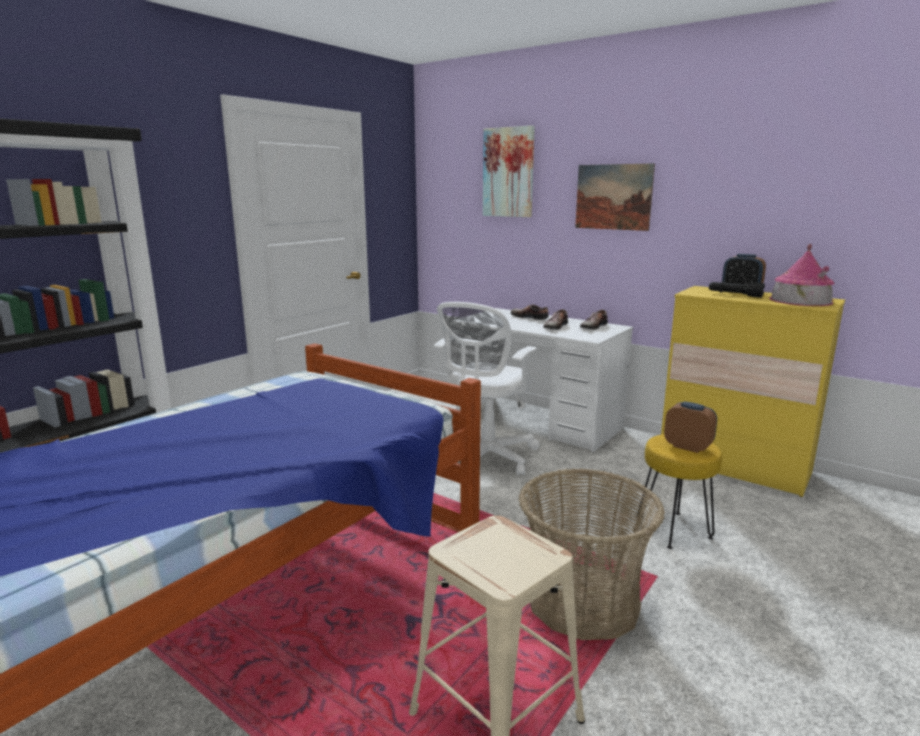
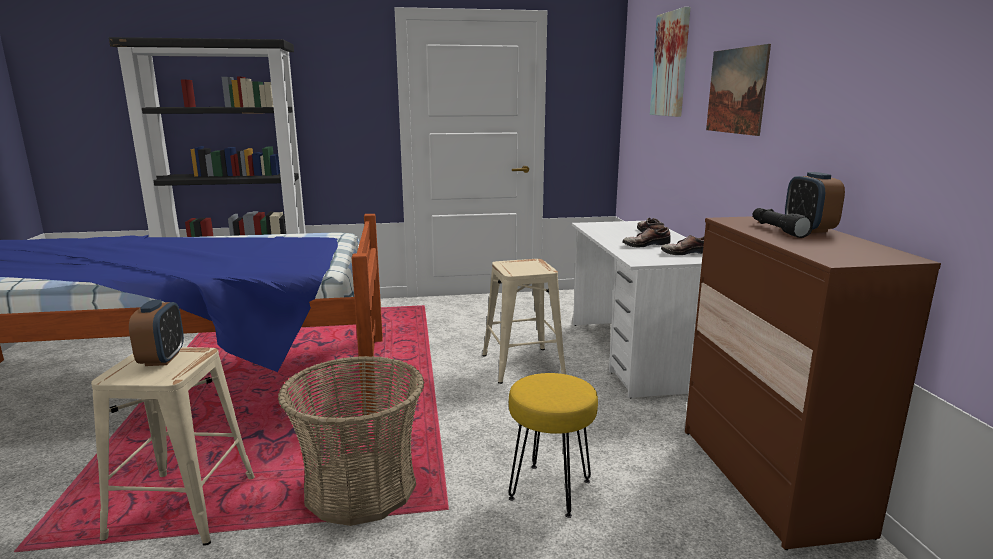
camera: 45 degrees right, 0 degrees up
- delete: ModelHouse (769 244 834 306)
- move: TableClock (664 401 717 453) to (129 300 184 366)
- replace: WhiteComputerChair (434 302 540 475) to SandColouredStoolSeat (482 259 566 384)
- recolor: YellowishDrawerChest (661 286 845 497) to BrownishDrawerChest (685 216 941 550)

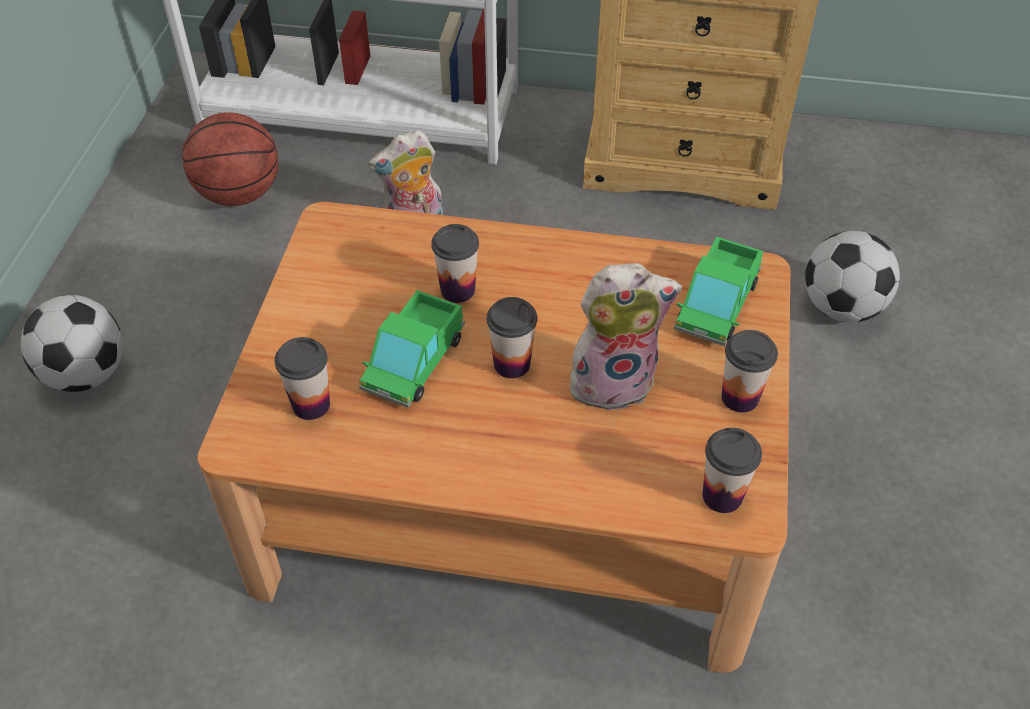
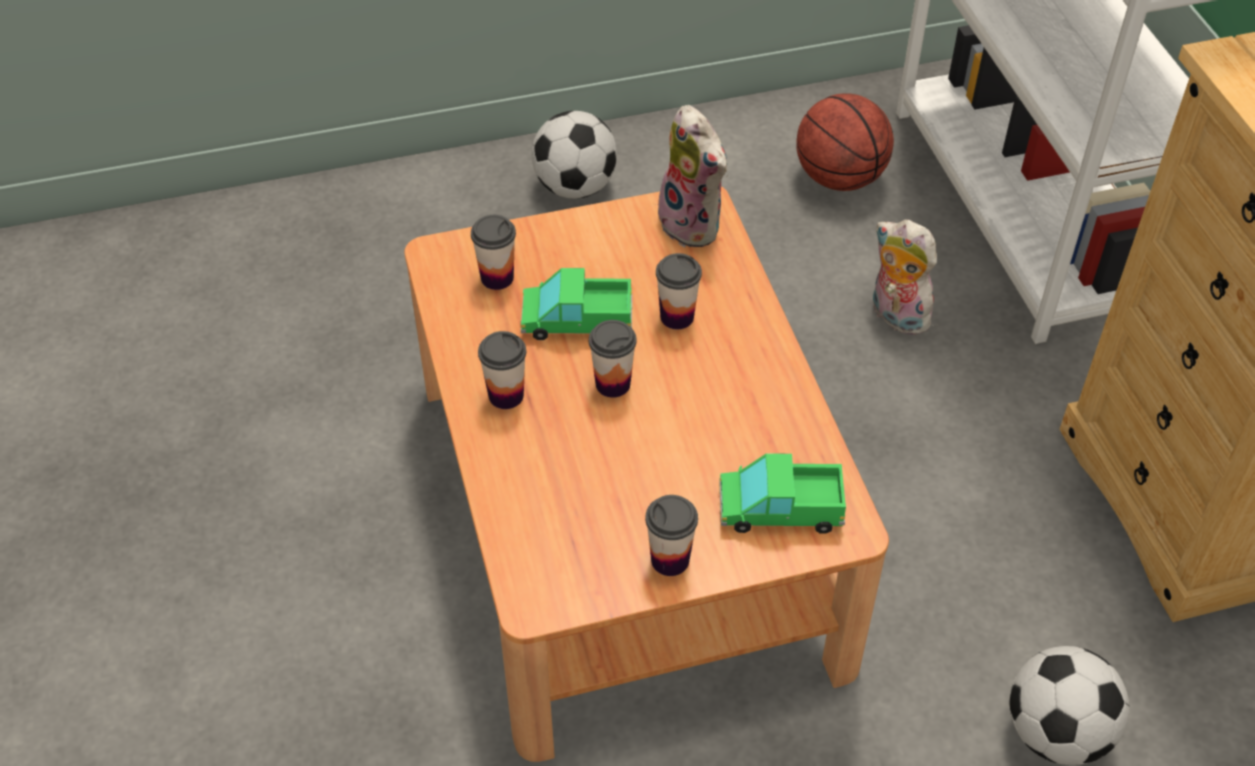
camera: 65 degrees right, 0 degrees up
- move: PlushToy (570 263 682 413) to (654 105 727 248)
- move: DrinkingCup (702 428 762 513) to (478 331 526 409)

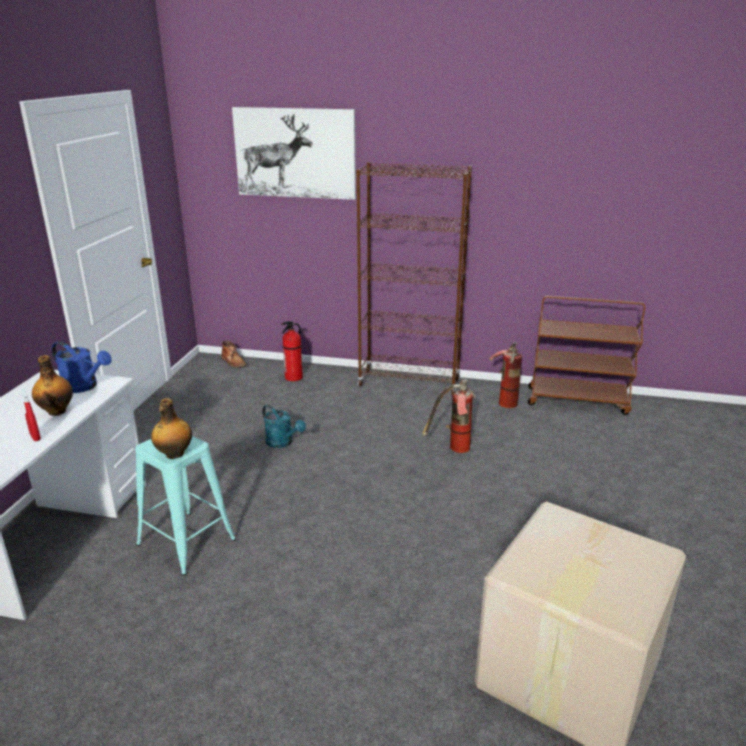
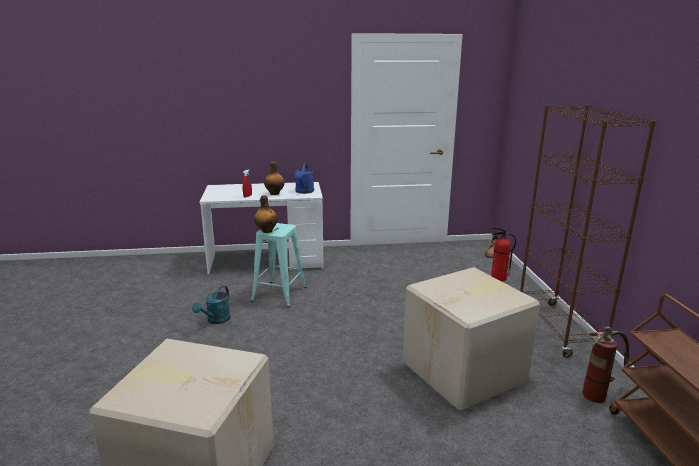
camera: 70 degrees right, 5 degrees down
- delete: Picture (232 107 356 200)
- move: BlueGreenWateringCan (262 404 306 448) to (192 286 231 324)
- replace: FireFightingCylinder (422 379 476 453) to CardboardBox (403 267 540 411)

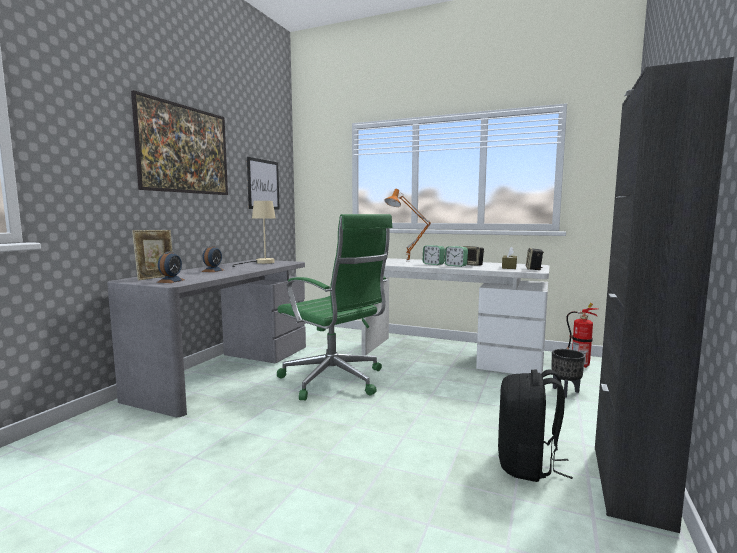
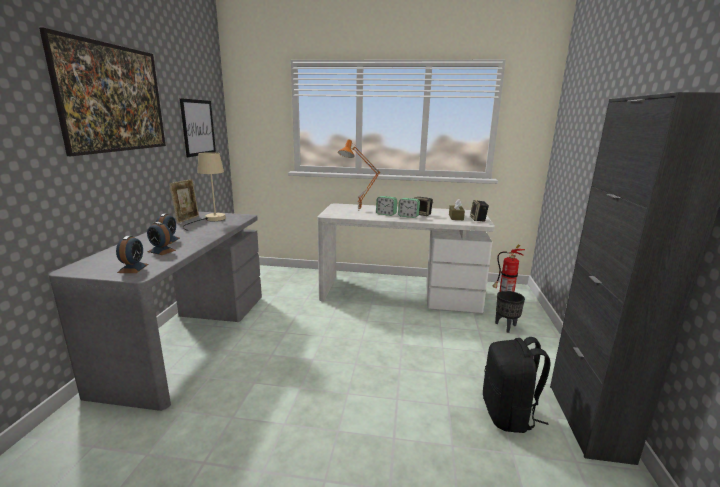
camera: 15 degrees left, 10 degrees up
- delete: GreenColouredComputerChair (277 214 393 401)
- insert: TableClock (147 222 176 255)
- move: PictureFrame (132 230 173 280) to (169 179 199 224)

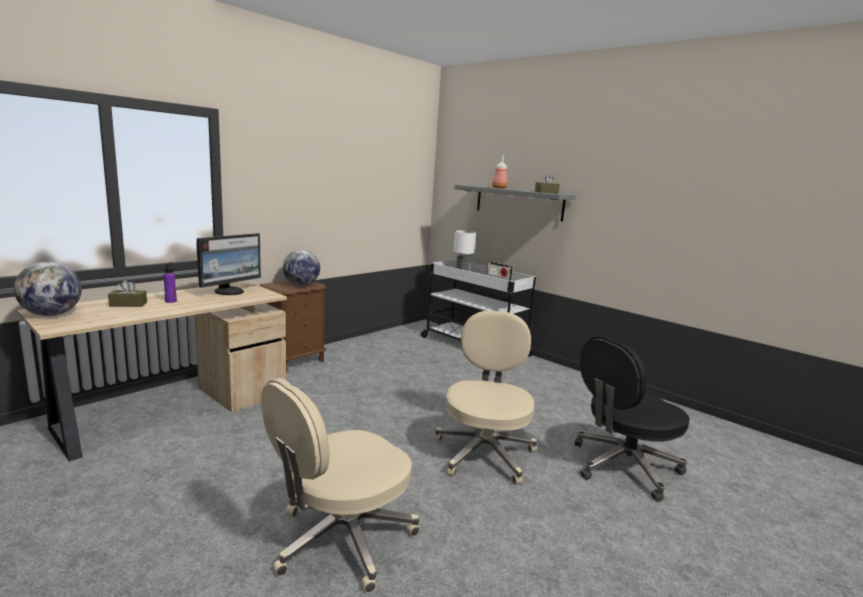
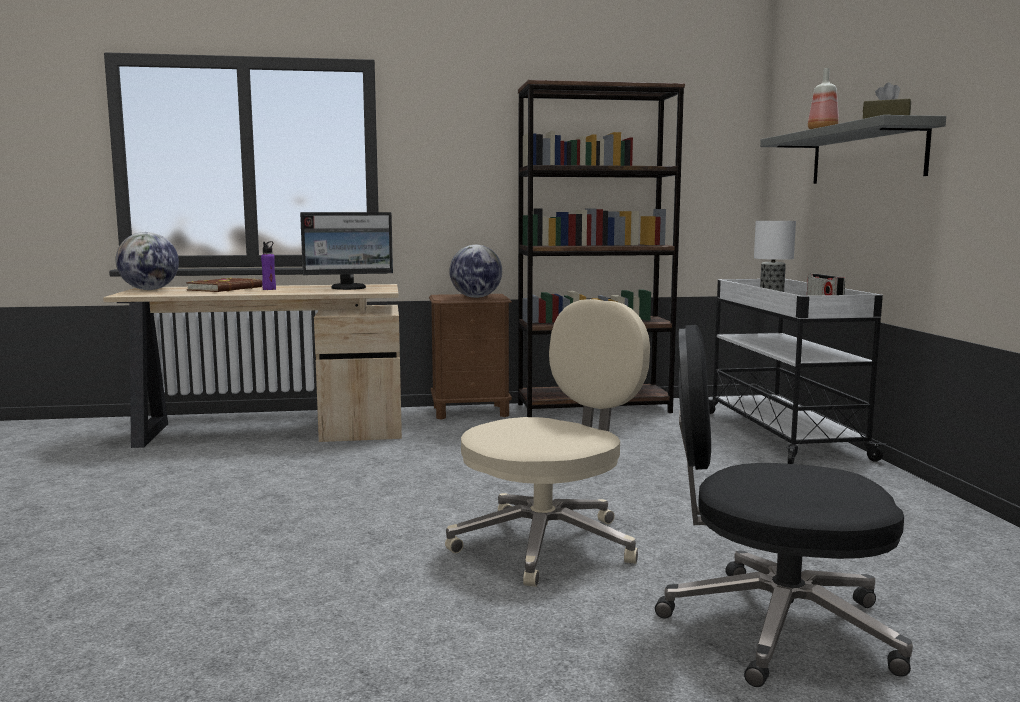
camera: 40 degrees right, 5 degrees down
- delete: SandColouredComputerChair (261 378 420 593)
- insert: BrownishBookcase (518 80 685 417)
- replace: BrownishTissueBox (108 280 147 307) to BrownishBoundBook (186 277 262 292)

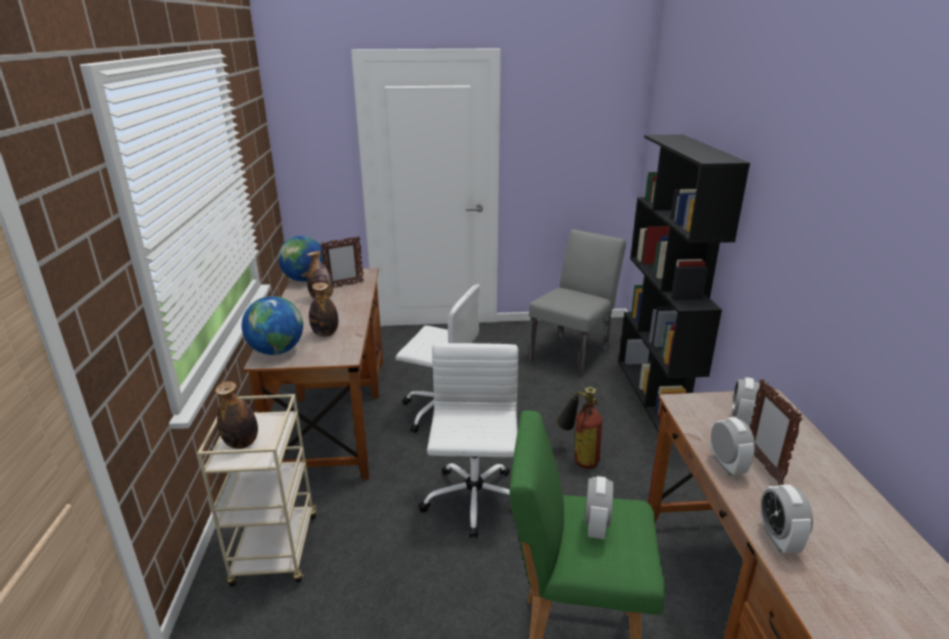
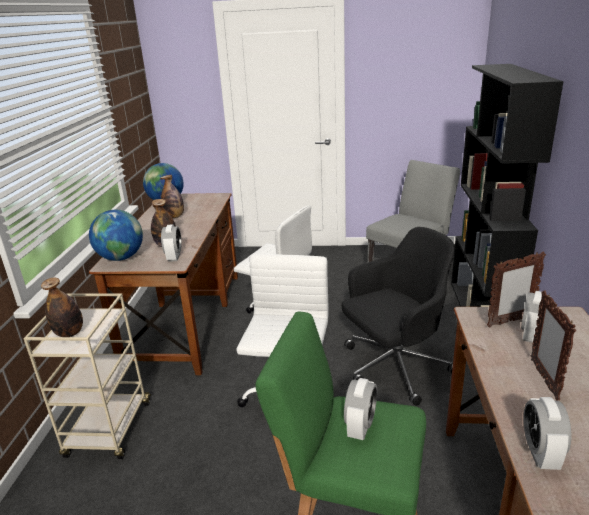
camera: 10 degrees right, 0 degrees up
- move: PictureFrame (320 236 364 287) to (487 251 546 328)
- move: TableClock (710 417 755 475) to (161 224 182 262)
- replace: FireFightingCylinder (556 387 602 469) to BlackishComputerChair (342 227 455 406)

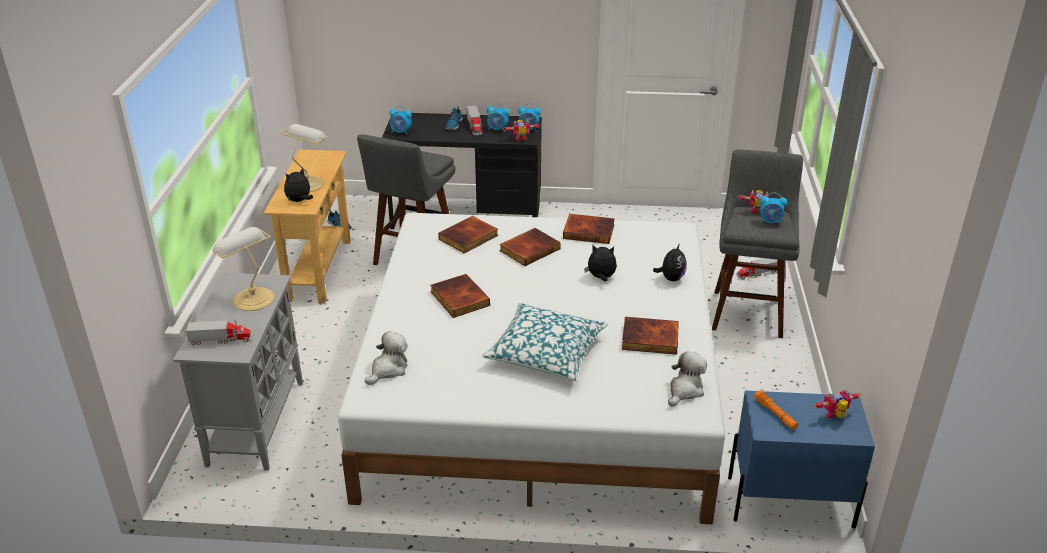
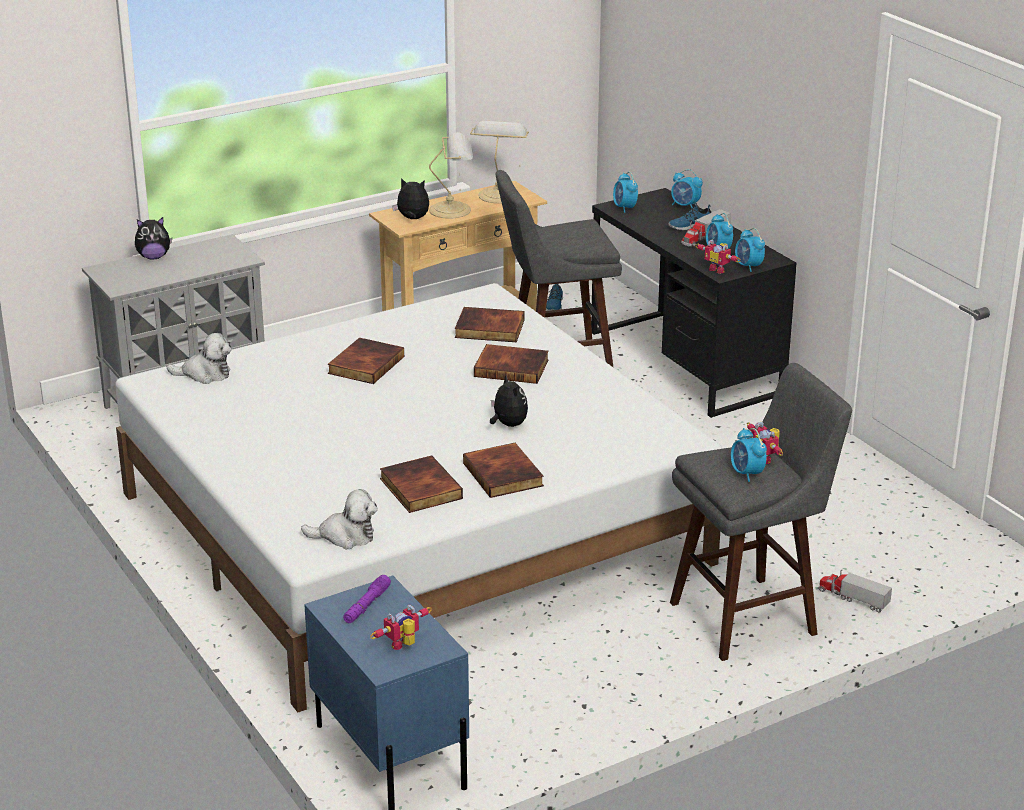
camera: 55 degrees right, 5 degrees down
- delete: ModelTruck (186 320 252 345)
- delete: Pillow (482 303 608 381)
- insert: TableClock (671 169 703 208)
- move: TabletopLamp (212 227 274 311) to (470 121 529 204)
- move: BoundBook (563 214 615 244) to (463 443 544 498)
- move: PlushToy (653 243 687 281) to (135 217 172 260)
- recolor: OrangeyHandTorch (754 390 798 430) to PurpleColouredHandTorch (343 575 391 623)
- rotate: ModelRobot (813 389 861 419) = (370 605 432 650) 75 degrees counterclockwise

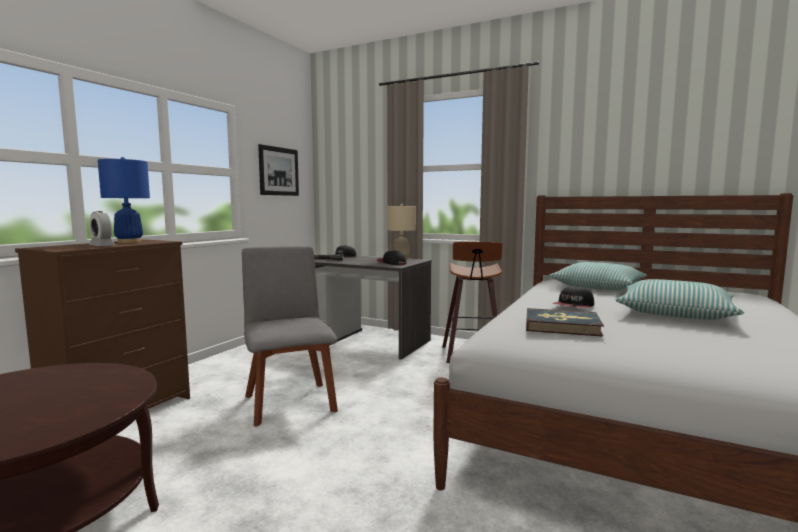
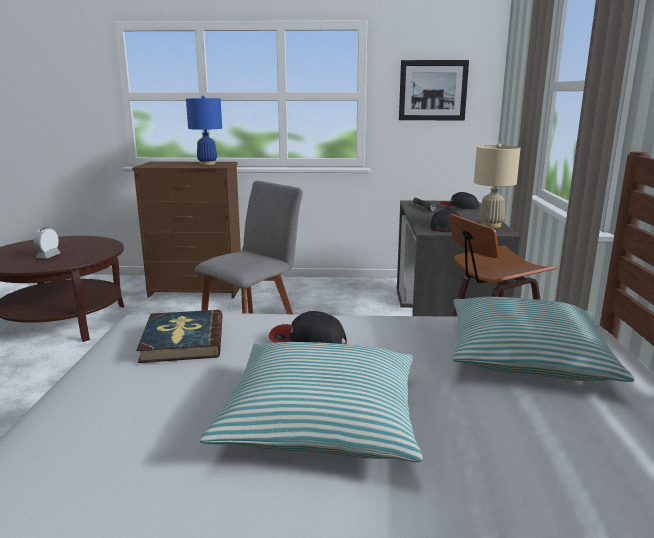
camera: 65 degrees right, 10 degrees up
- move: TableClock (89 211 115 246) to (34 228 60 259)

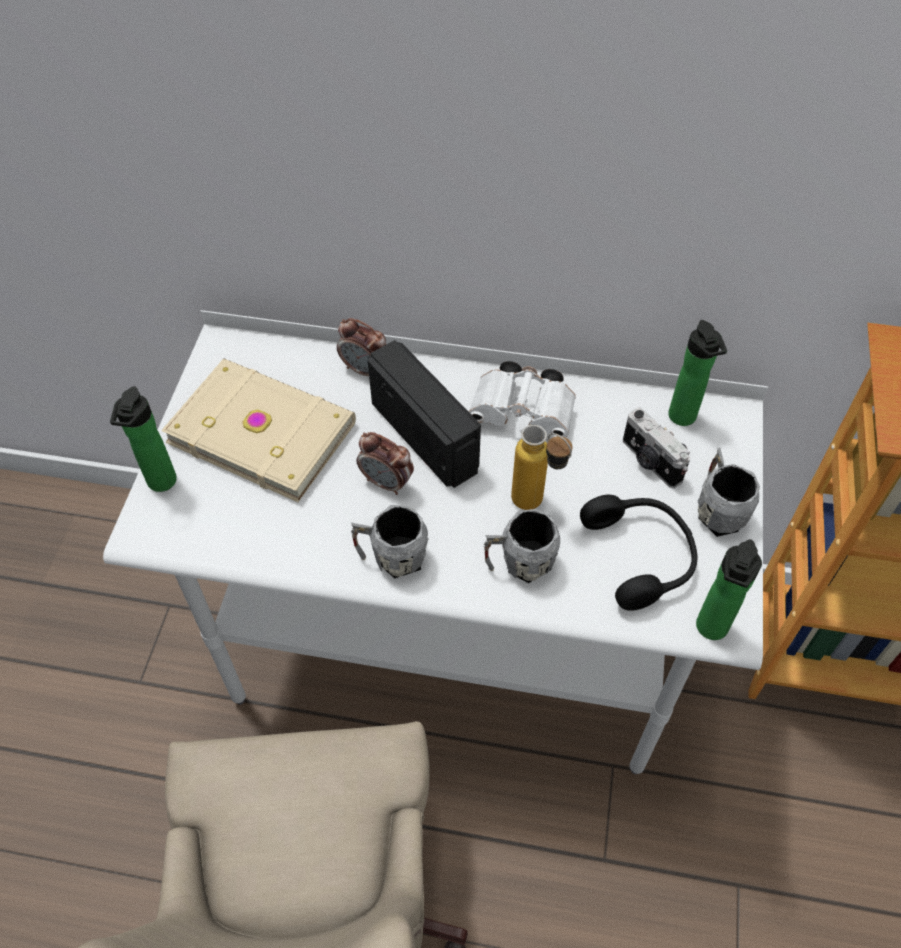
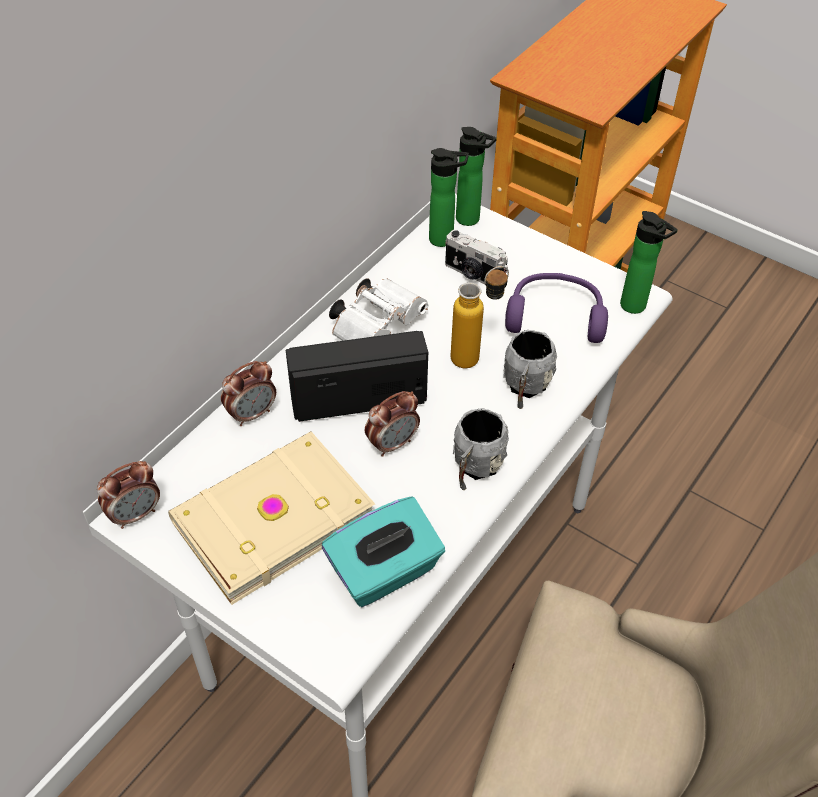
camera: 65 degrees left, 5 degrees down
- delete: GrayTeaMug (698 448 760 537)
- insert: TableClock (97 461 160 529)
- insert: BlueGreenTissueBox (322 496 445 607)
- move: BeverageBottle (110 386 177 492) to (456 127 497 226)
- recolor: BlackishPairOfHeadphones (580 495 697 611) to PurpleColouredPairOfHeadphones (505 273 608 343)
- rotate: PhotoCamera (623 408 690 488) = (445 230 508 284) 45 degrees clockwise

